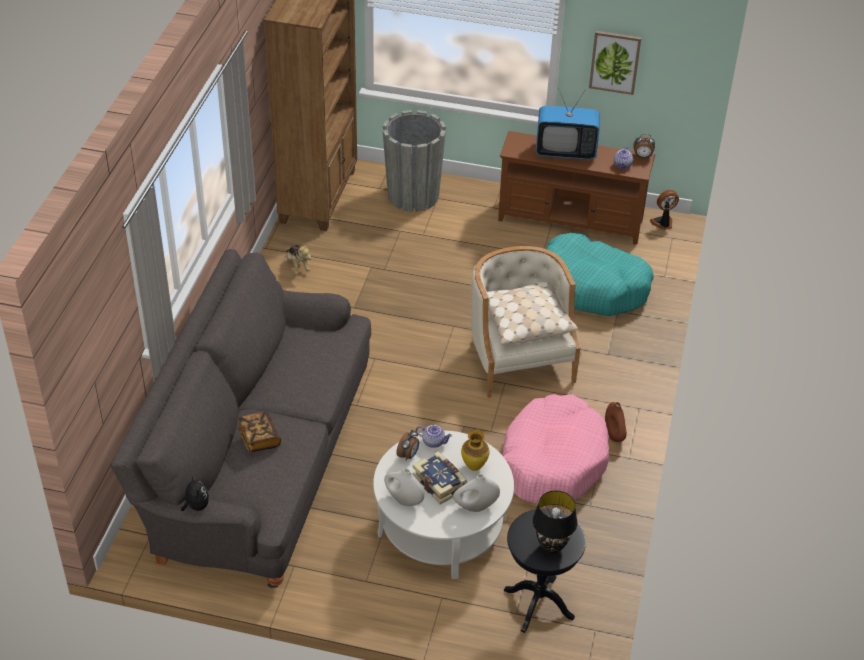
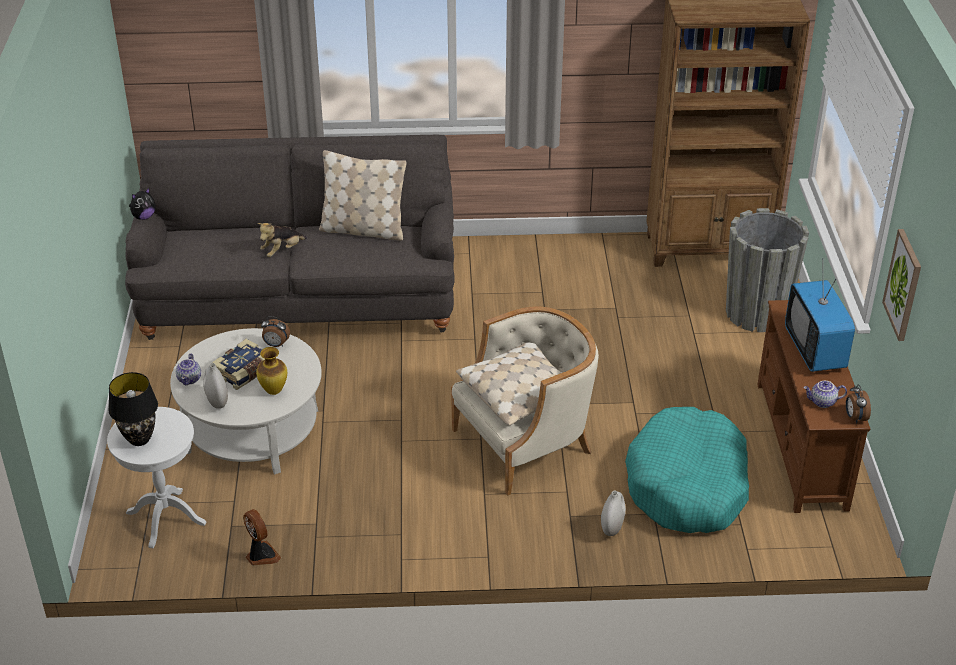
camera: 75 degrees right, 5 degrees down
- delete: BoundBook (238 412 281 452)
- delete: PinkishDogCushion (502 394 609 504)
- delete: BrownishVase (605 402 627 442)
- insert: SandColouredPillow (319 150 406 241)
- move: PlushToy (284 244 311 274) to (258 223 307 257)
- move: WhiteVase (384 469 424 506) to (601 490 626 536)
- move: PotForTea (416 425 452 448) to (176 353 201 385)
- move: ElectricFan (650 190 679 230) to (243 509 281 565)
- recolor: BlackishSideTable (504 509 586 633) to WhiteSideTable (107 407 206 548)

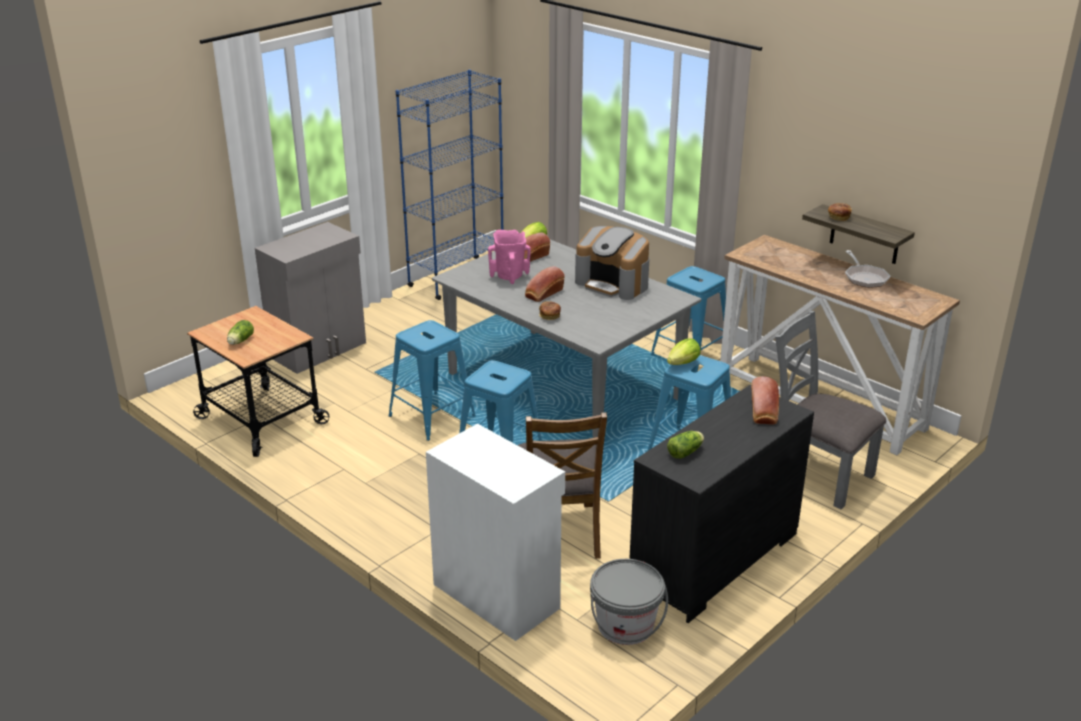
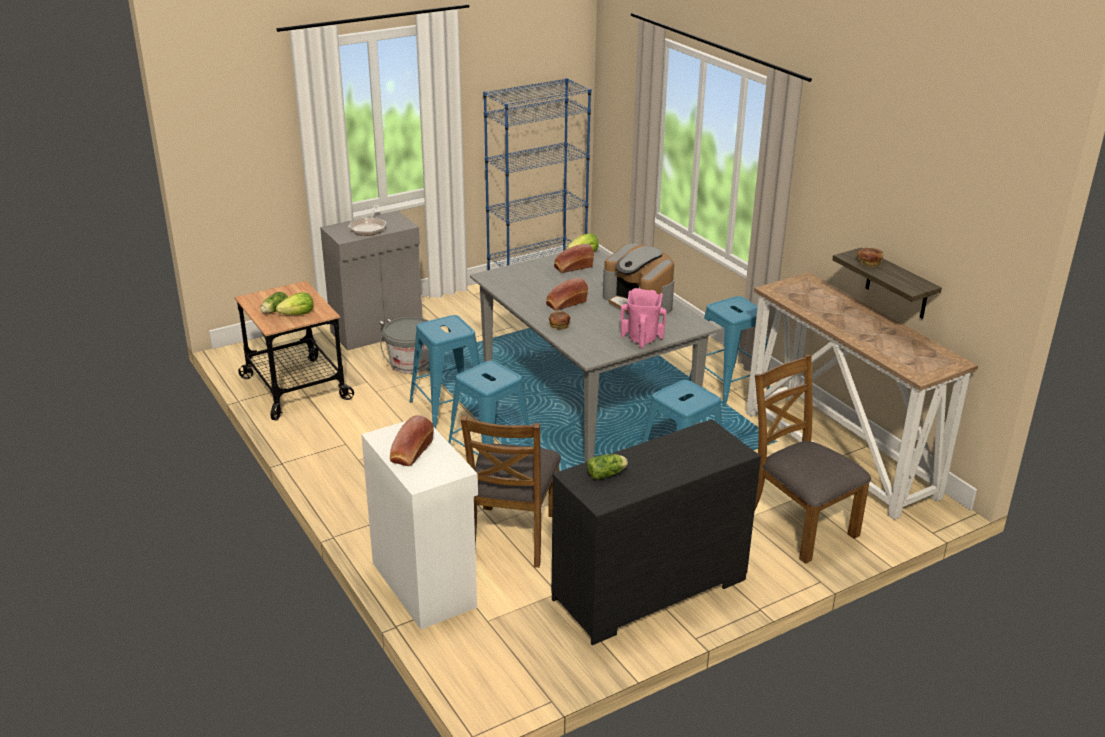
camera: 15 degrees right, 0 degrees up
- move: PinkishVase (488 230 531 284) to (621 288 667 348)
- move: GrayBucket (590 559 668 645) to (380 317 429 374)
- move: Lettuce (667 338 701 365) to (276 292 314 315)
- move: Bread (751 376 779 425) to (390 415 434 466)
- move: Skillet (845 250 890 288) to (348 205 387 236)
- recolor: GrayUprightChair (775 311 886 509) to BrownishUprightChair (754 355 871 564)

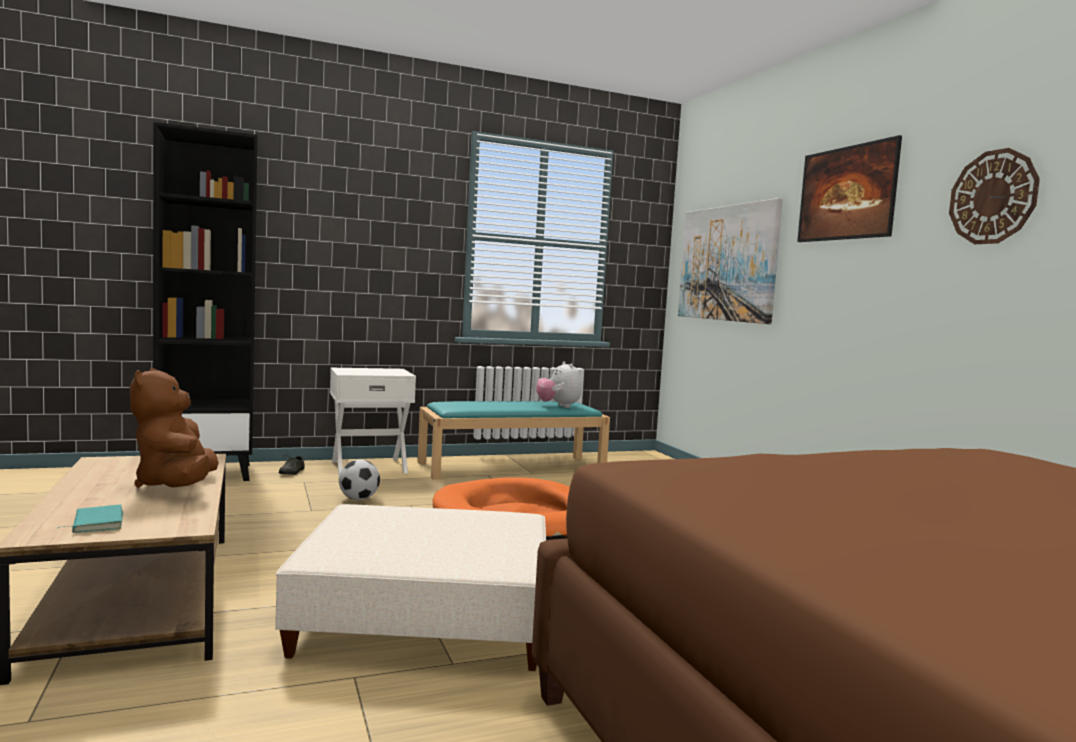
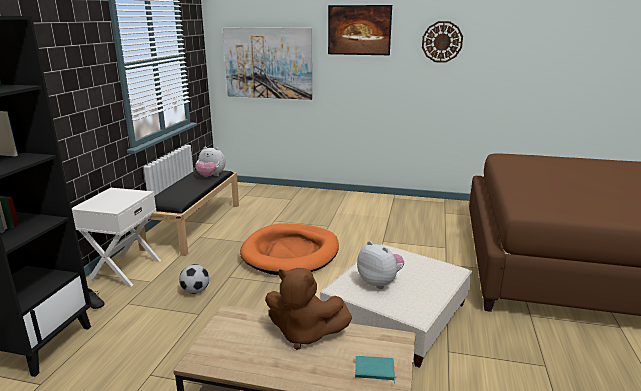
camera: 55 degrees left, 15 degrees up
- insert: PlushToy (357 241 404 289)
- recolor: BlueGreenBench (417 401 610 479) to BlackishBench (136 170 239 256)

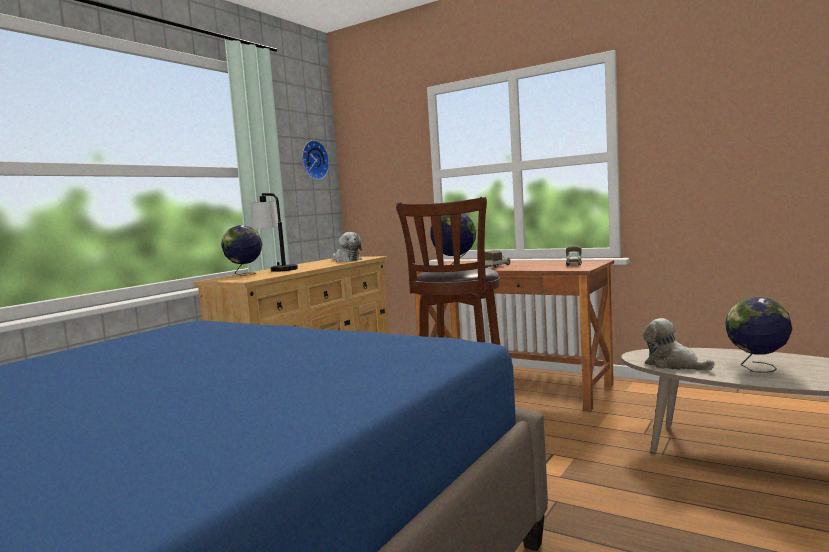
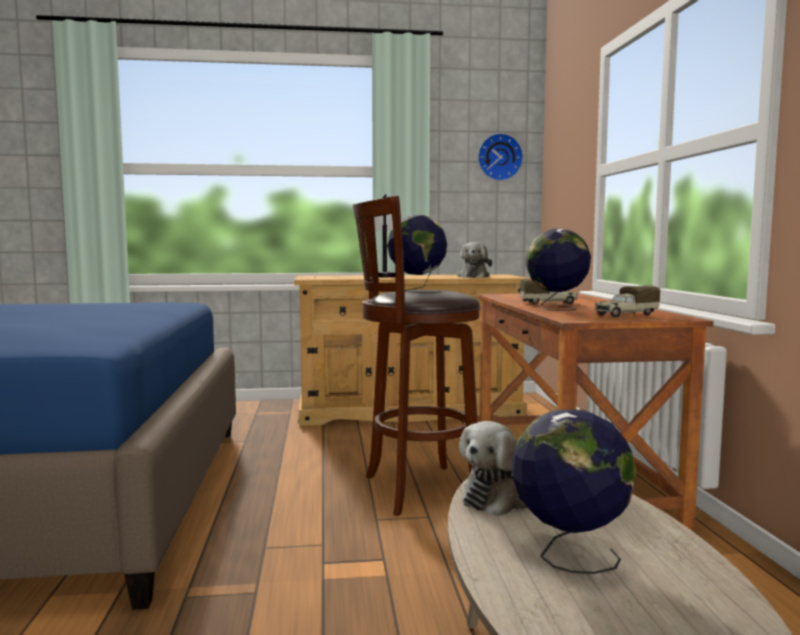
camera: 50 degrees right, 0 degrees up
- move: Globe (221 225 262 276) to (526 229 591 311)
- rotate: PlushToy (643 318 715 371) = (459 421 528 516) 150 degrees counterclockwise

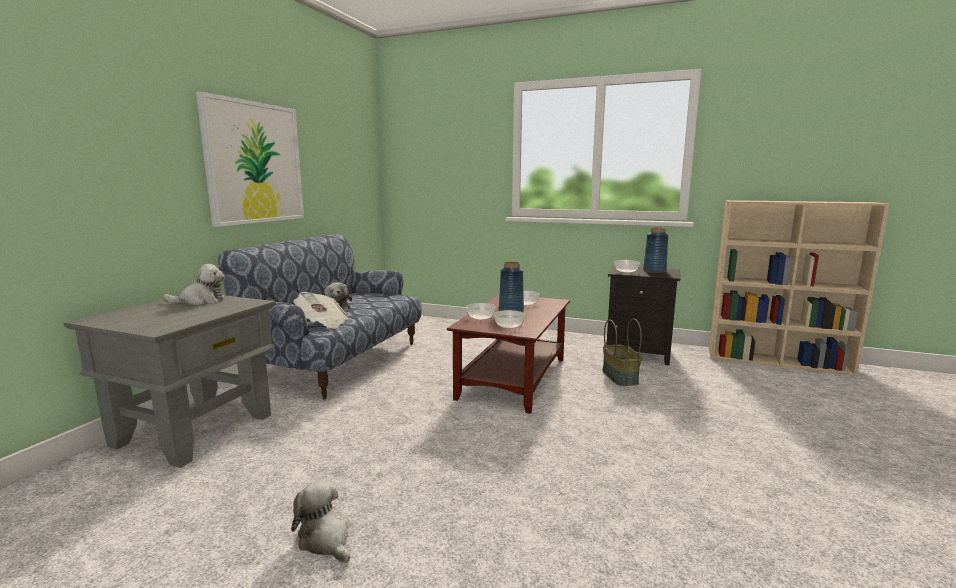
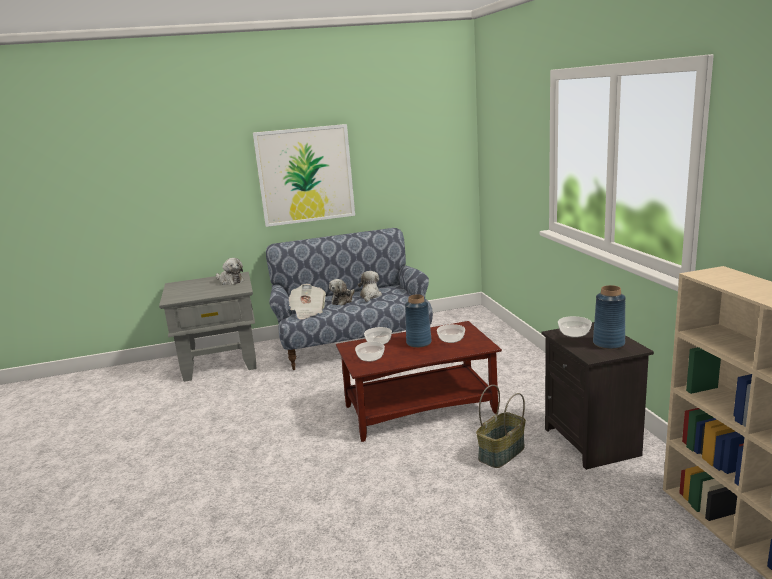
camera: 55 degrees right, 5 degrees up
- move: PlushToy (291 481 350 563) to (358 271 382 302)

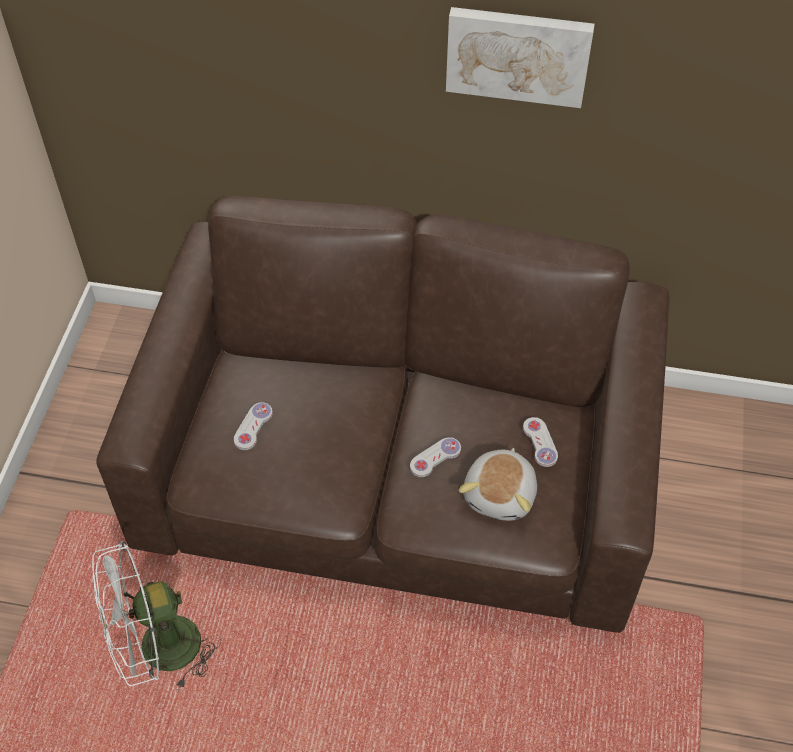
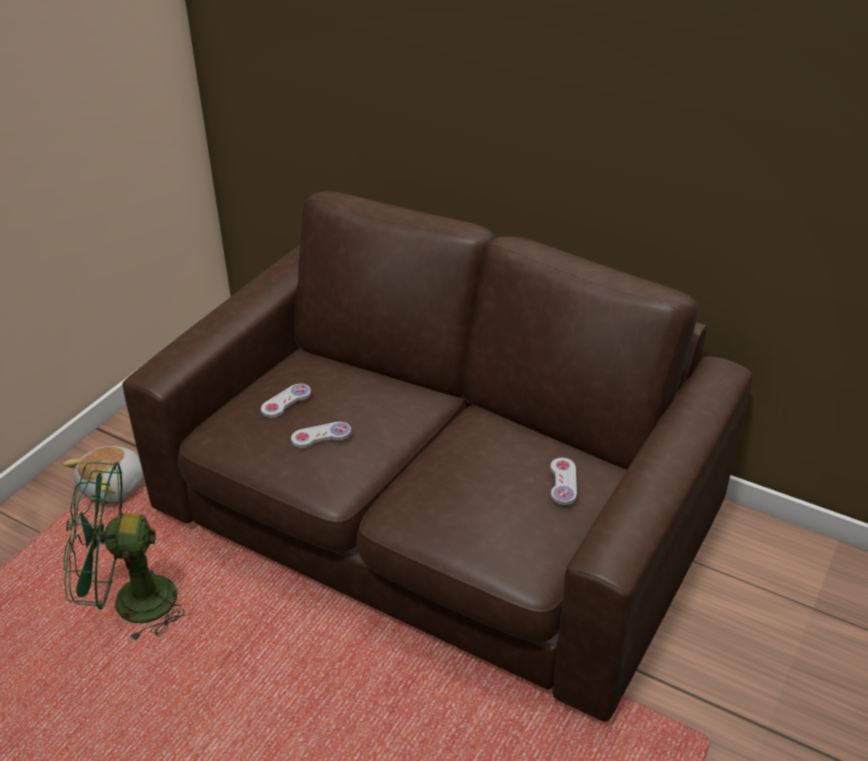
camera: 20 degrees right, 15 degrees down
- delete: Picture (446 7 595 108)
- move: WhiteGameController (410 437 461 477) to (291 422 351 448)
- move: PlushToy (459 448 537 521) to (63 446 144 505)
- recolor: WhiteElectricFan (92 542 221 691) to GreenColouredElectricFan (64 462 194 643)

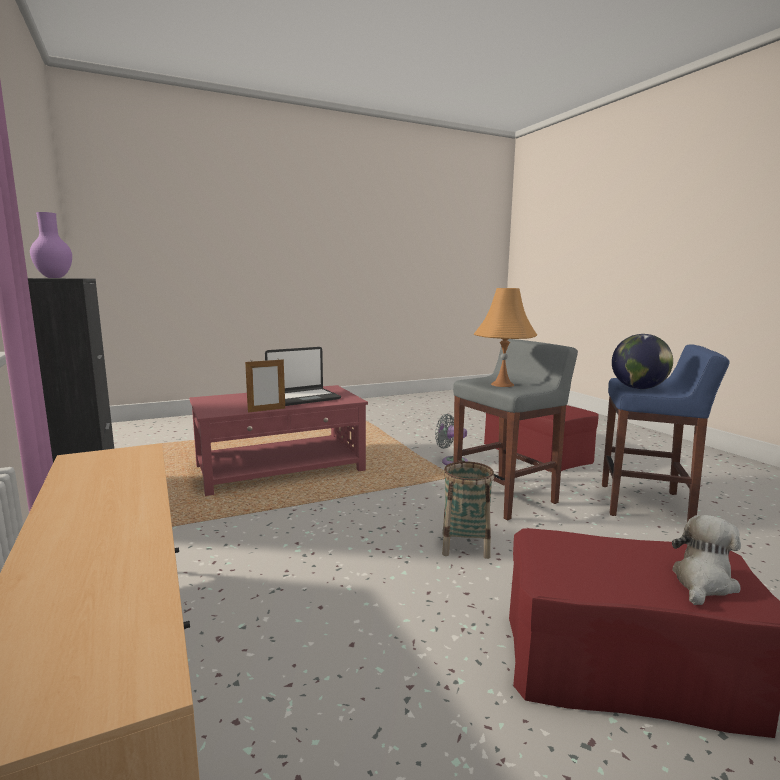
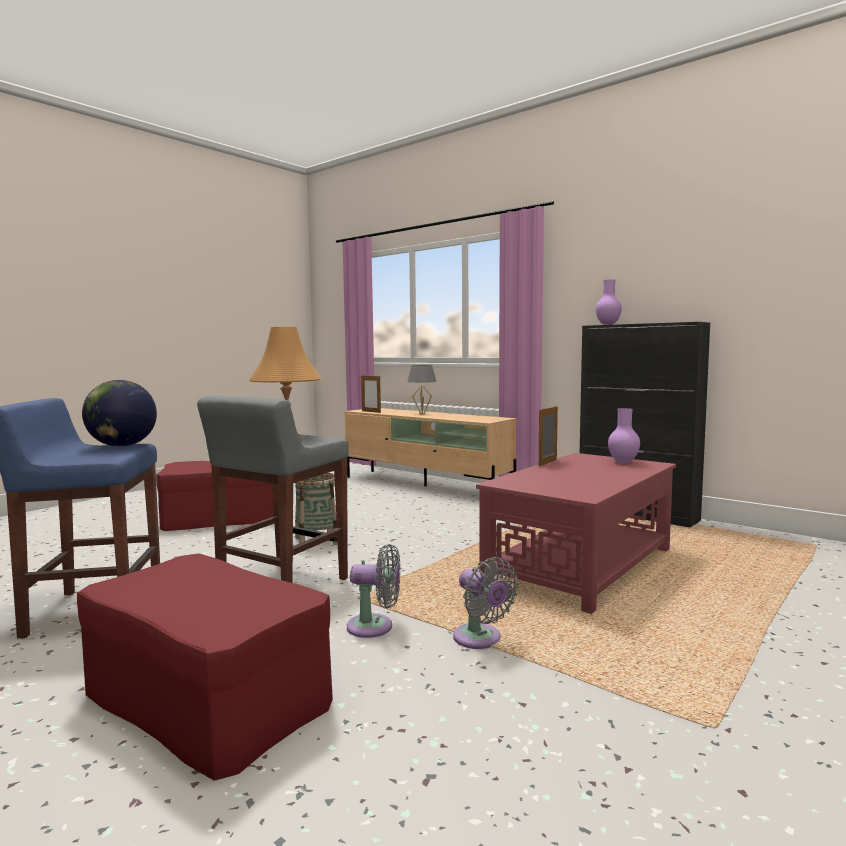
camera: 155 degrees right, 5 degrees down
- delete: Laptop (265 347 341 406)
- delete: PlushToy (672 515 741 605)
- insert: PictureFrame (361 376 381 413)
- insert: GrayTabletopLamp (407 365 436 415)
- insert: GrayElectricFan (453 557 518 649)
- insert: PurpleColouredVase (608 408 640 463)

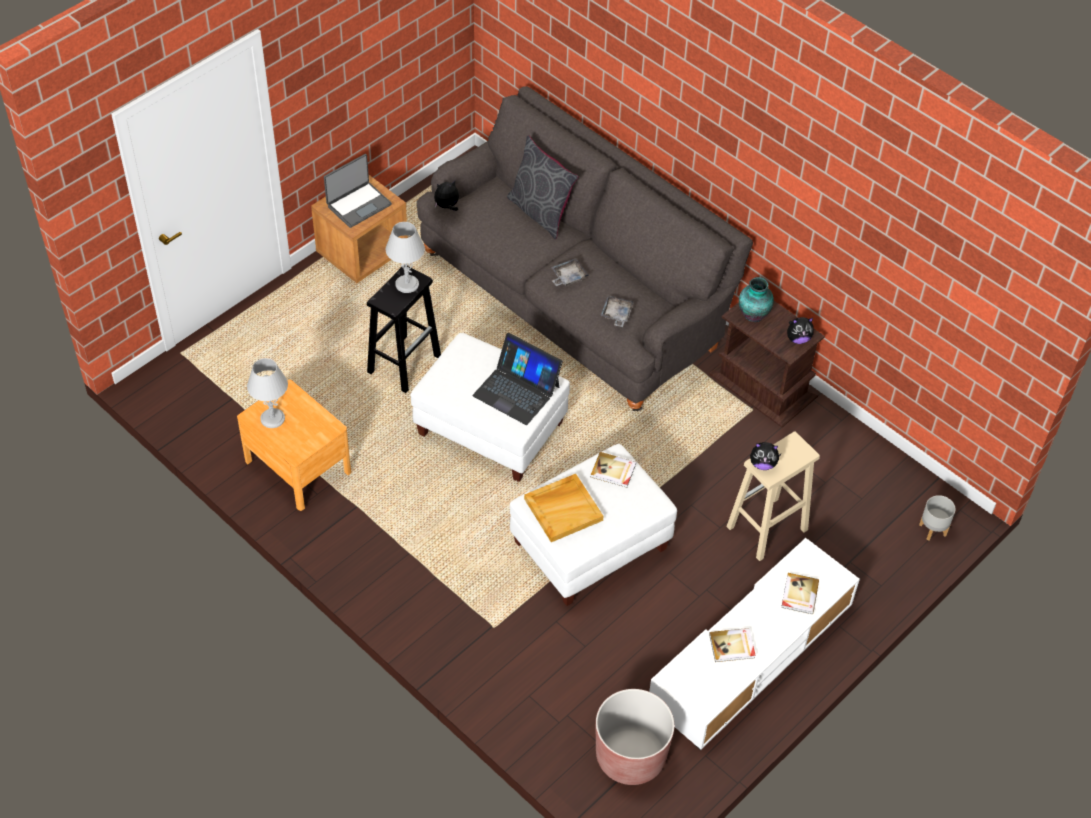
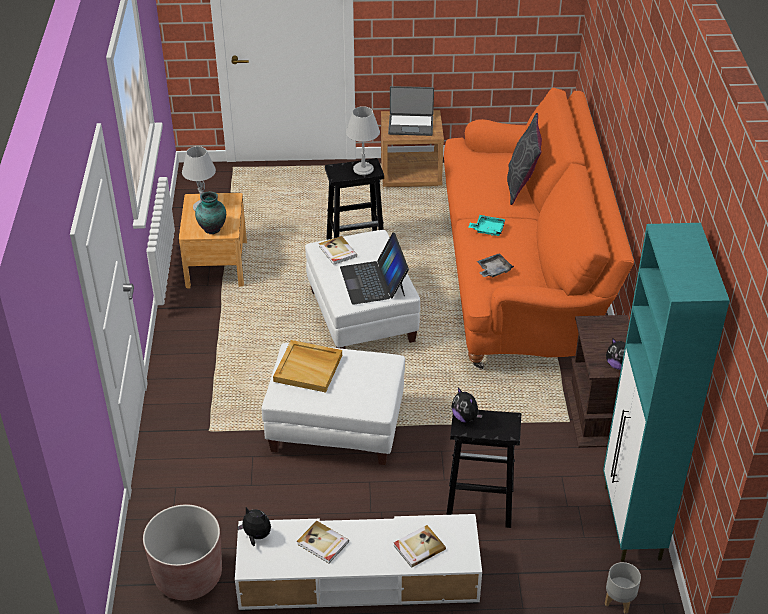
camera: 45 degrees right, 10 degrees down
- insert: BlueGreenCupboard (603 223 730 562)
- move: PlushToy (434 180 459 211) to (237 507 271 546)
- move: BoundBook (591 452 636 488) to (319 236 357 265)
- move: Vase (739 277 774 322) to (195 191 226 234)
- recolor: GraySofa (417 86 753 411) to OrangeySofa (444 87 634 369)
- recolor: GrayCarryingTray (551 258 589 286) to BlueGreenCarryingTray (468 215 506 236)
- recolor: SandColouredStoolSeat (726 431 820 561) to BlackishStoolSeat (446 410 521 528)

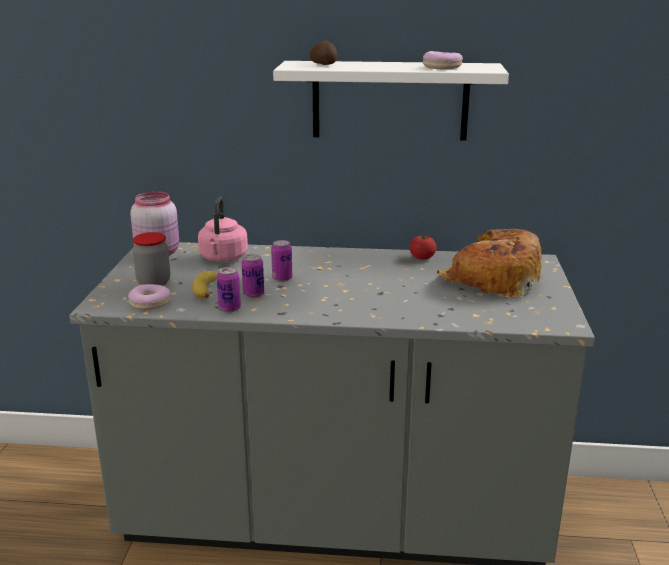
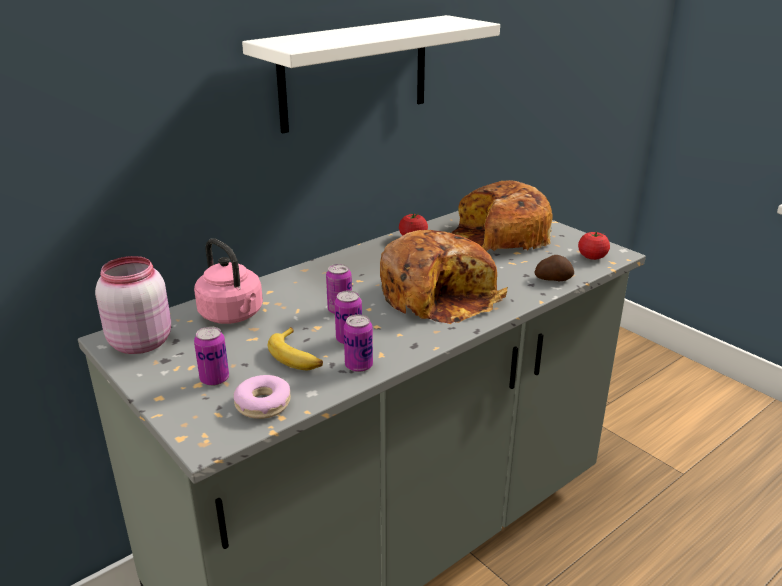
camera: 45 degrees left, 5 degrees up
- delete: Doughnut (423 51 463 70)
- insert: Bread (380 230 508 324)
- insert: Tomato (578 232 610 260)
- move: Potato (310 40 338 65) to (534 255 574 281)
- replace: Jar (133 232 170 286) to Can (194 326 229 386)

